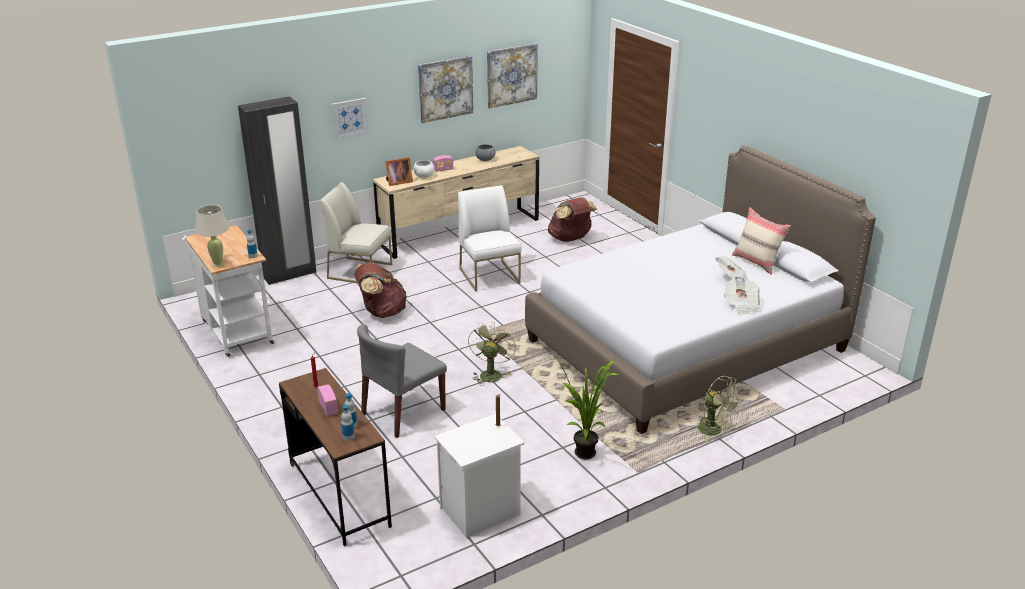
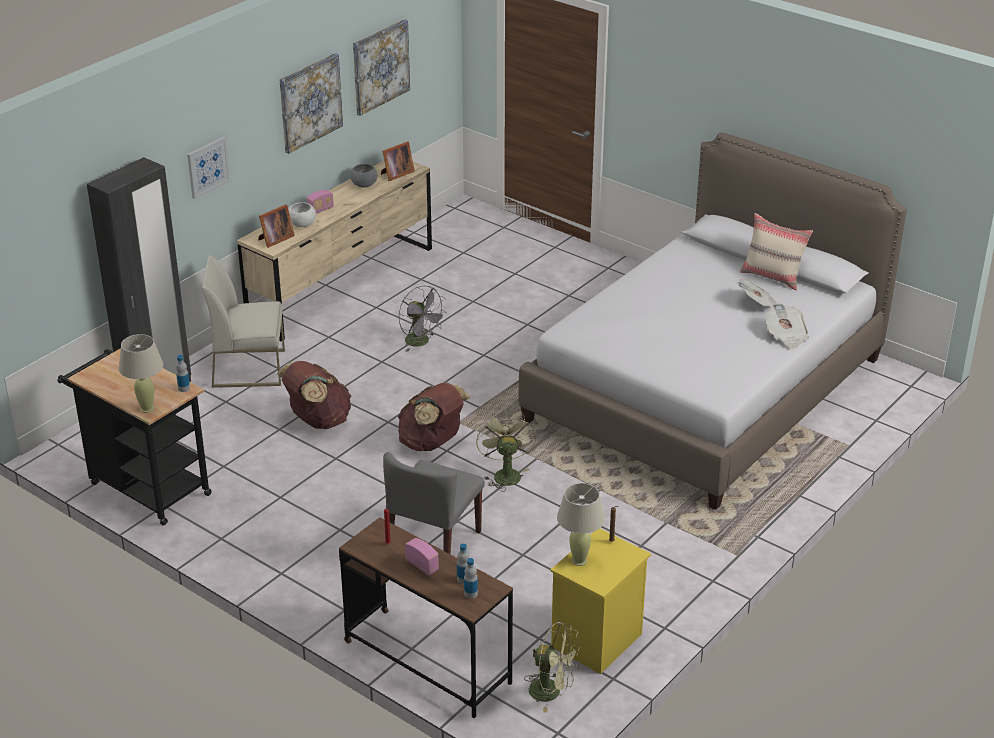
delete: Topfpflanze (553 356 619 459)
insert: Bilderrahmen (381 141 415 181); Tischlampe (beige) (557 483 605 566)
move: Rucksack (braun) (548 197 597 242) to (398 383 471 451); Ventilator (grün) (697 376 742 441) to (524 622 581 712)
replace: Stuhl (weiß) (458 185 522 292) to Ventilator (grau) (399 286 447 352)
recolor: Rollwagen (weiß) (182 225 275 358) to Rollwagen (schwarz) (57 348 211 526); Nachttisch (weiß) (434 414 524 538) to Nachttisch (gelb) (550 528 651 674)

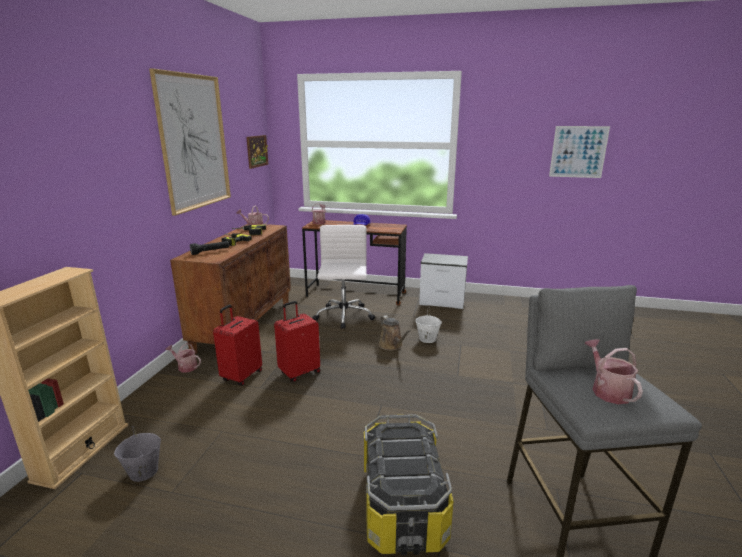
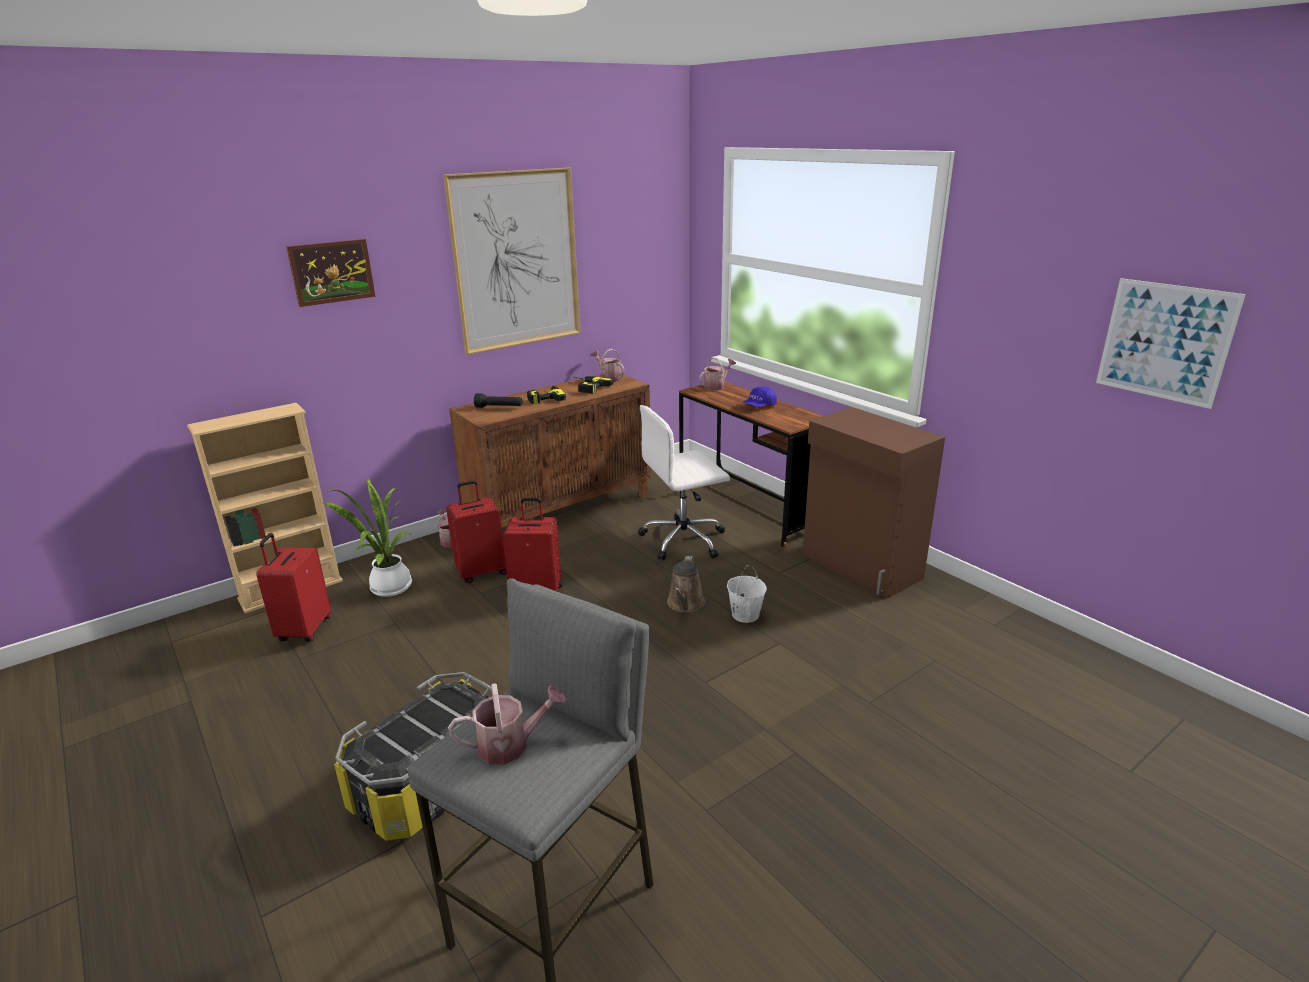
insert: Topfpflanze (322 478 412 597)
move: Bild (246 135 269 169) to (286 239 376 307)
replace: Eimer (grau) (114 426 161 482) to Koffer (rot) (256 533 331 642); Nachttisch (419 253 468 309) to Schrank (braun) (803 407 945 599)
rotate: Bürostuhl (weiß) (312 225 375 329) = (638 405 730 560) 150 degrees counterclockwise; Gießkanne (584 339 643 404) = (448 683 566 764) 45 degrees clockwise

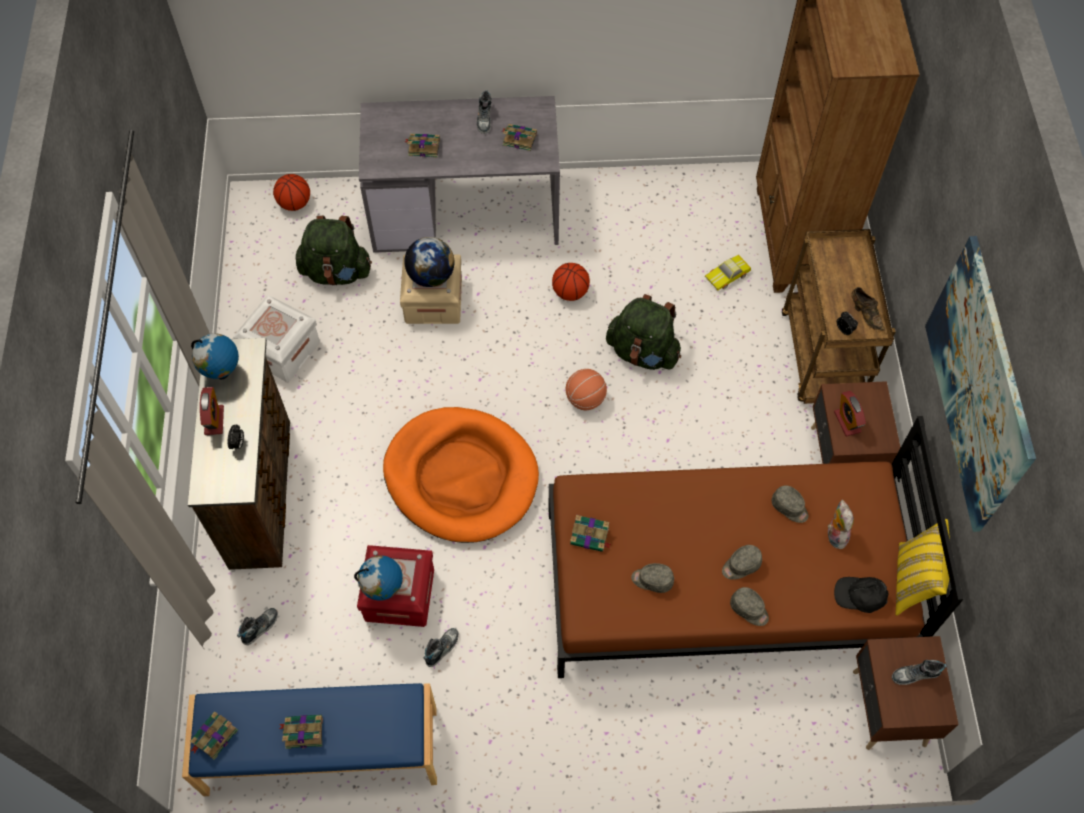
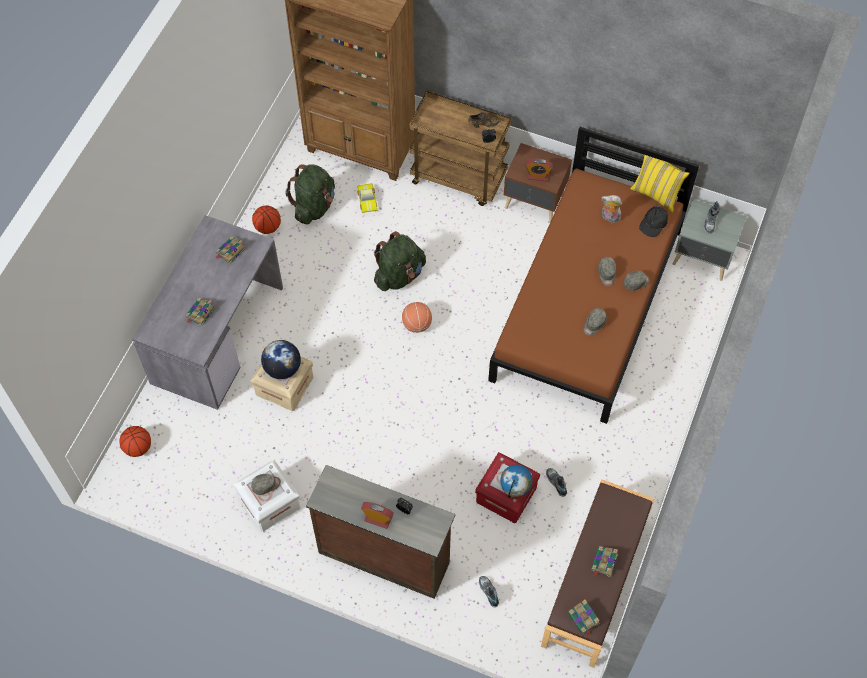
delete: Globus (191 334 239 380); Hundebett (orange) (383 407 539 543); Schuh (477 90 492 134); Buch (570 515 612 552); Bild (925 236 1036 532)
move: Rucksack (grün) (295 216 372 286) to (285 164 335 225); Basketball (552 263 590 301) to (252 205 281 234); Kappe (grau) (771 485 808 523) to (251 474 281 495)
recolor: Bank (blau) (182 683 437 796) to Bank (braun) (541 479 654 668); Nachttisch (braun) (853 636 959 750) to Nachttisch (grau) (673 199 747 281)

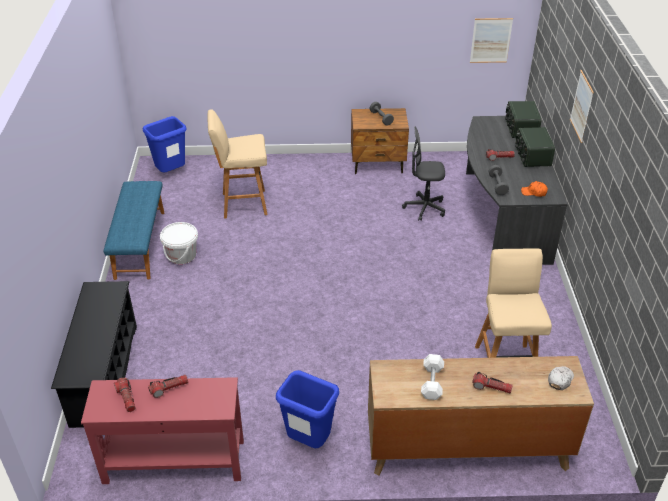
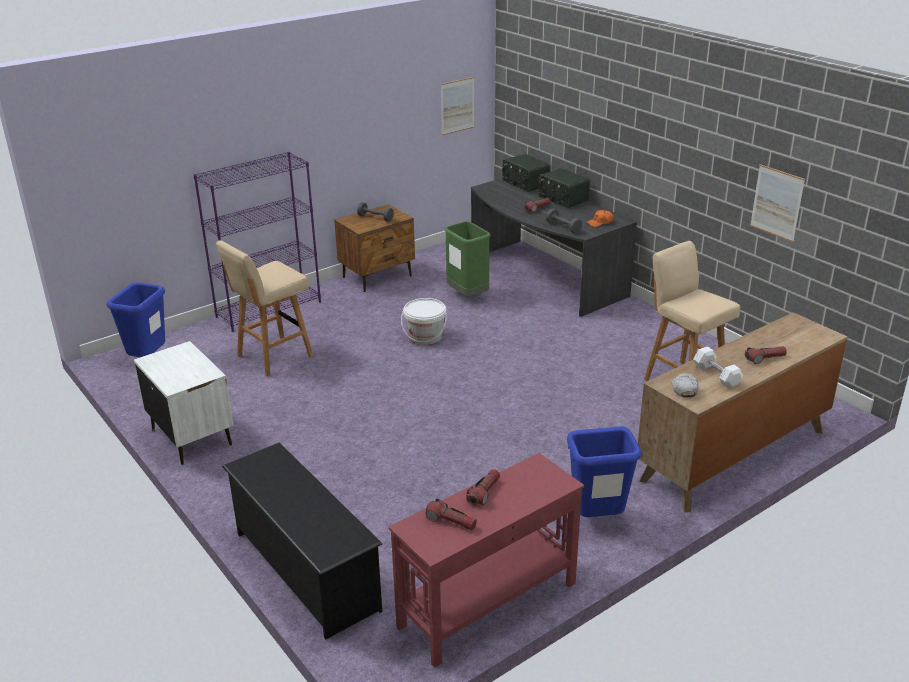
insert: Bücherregal (lila) (193 152 321 332)
move: Eimer (weiß) (160 222 198 264) to (401 298 447 345); Kappe (weiß) (548 366 574 390) to (671 373 699 398); Bild (570 70 594 143) to (750 164 805 242)
replace: Bank (blau) (103 181 164 280) to Nachttisch (weiß) (134 341 234 465); Bürostuhl (grau) (402 126 445 221) to Mülleimer (grün) (444 221 491 296)

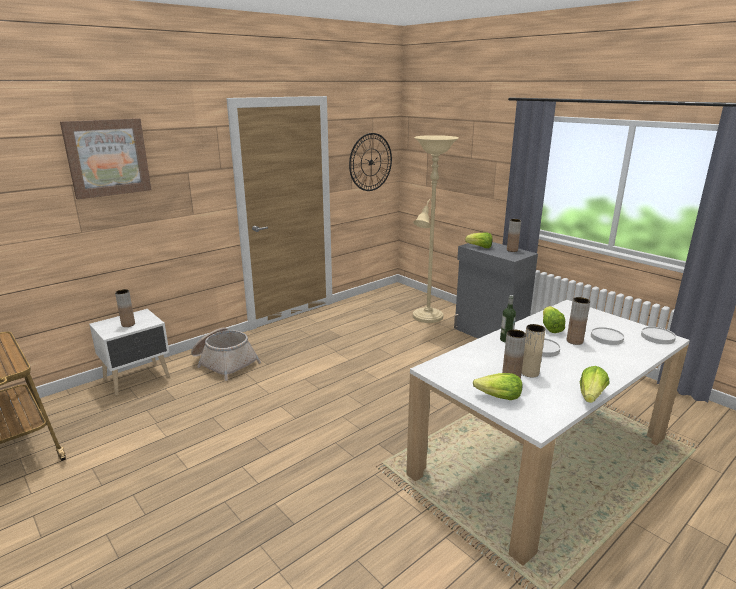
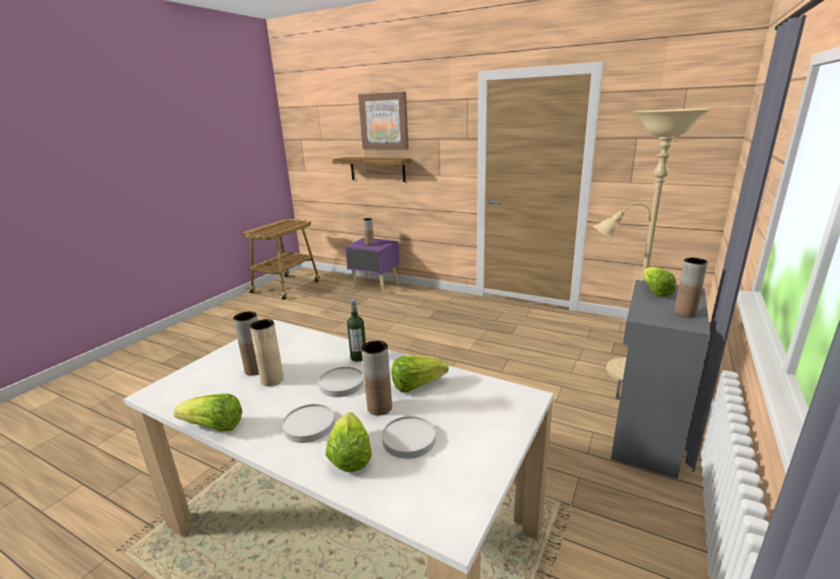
delete: Korb (191 327 261 381); Wanduhr (349 133 392 191)
insert: Wandregal (332 157 412 182)
move: Salatkopf (473 373 522 400) to (325 412 372 472); Teller (weiß) (641 327 676 344) to (282 404 335 443)
recolor: Nachttisch (weiß) (89 309 170 395) to Nachttisch (lila) (345 238 400 294)

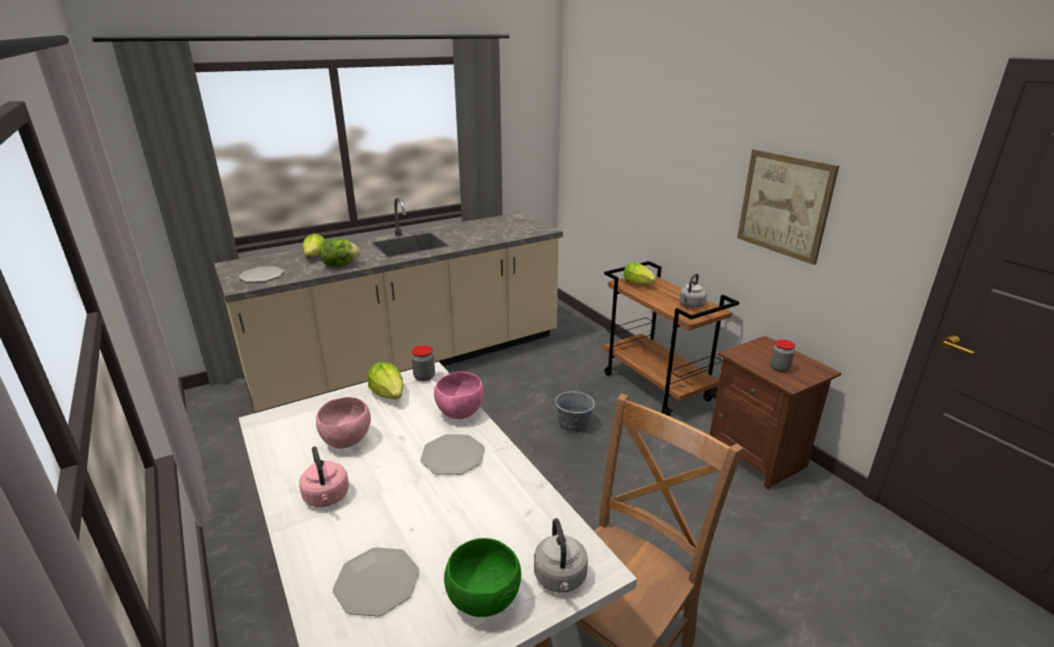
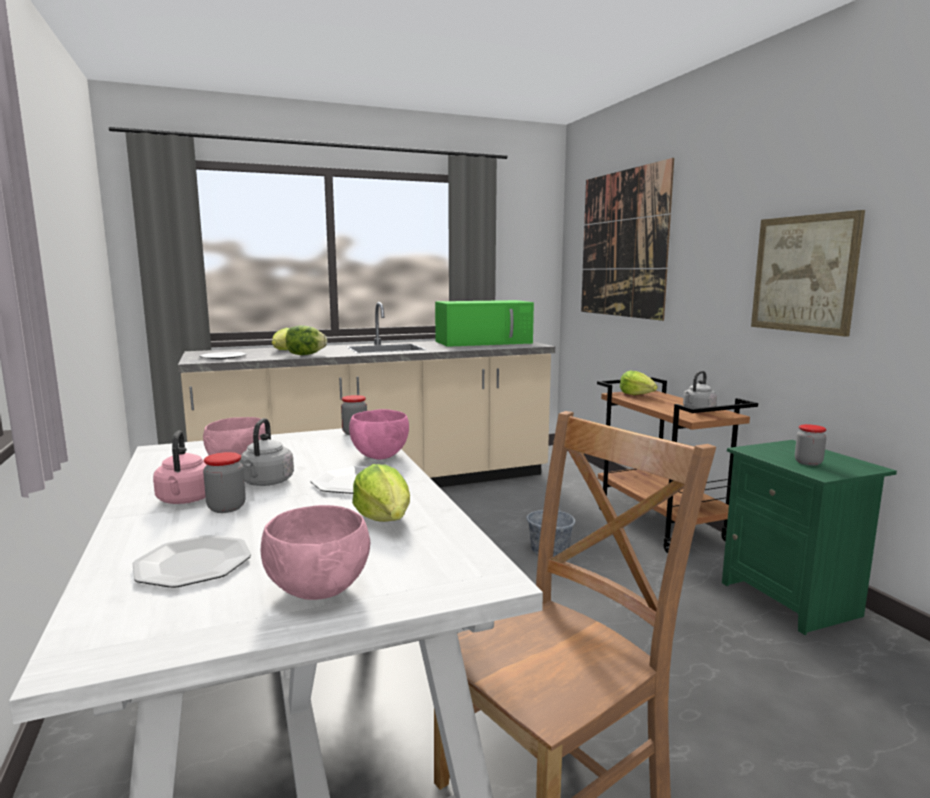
insert: Vorratsglas (203 452 246 513); Mikrowelle (grün) (435 300 534 347); Bild (581 158 674 321)
move: Salatkopf (368 362 404 399) to (352 464 410 522); Wasserkessel (grau) (534 518 588 593) to (239 418 294 486)
recolor: Schüssel (grün) (444 538 521 617) to Schüssel (rosa) (261 505 370 600); Nachttisch (braun) (710 336 841 490) to Nachttisch (grün) (722 440 897 635)

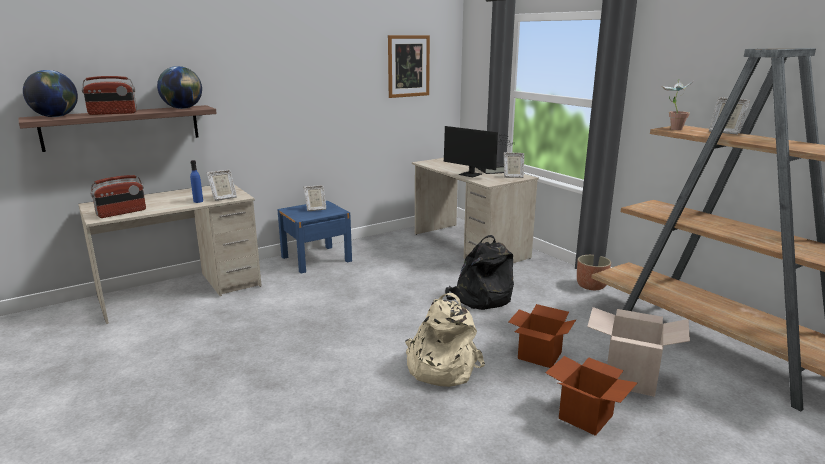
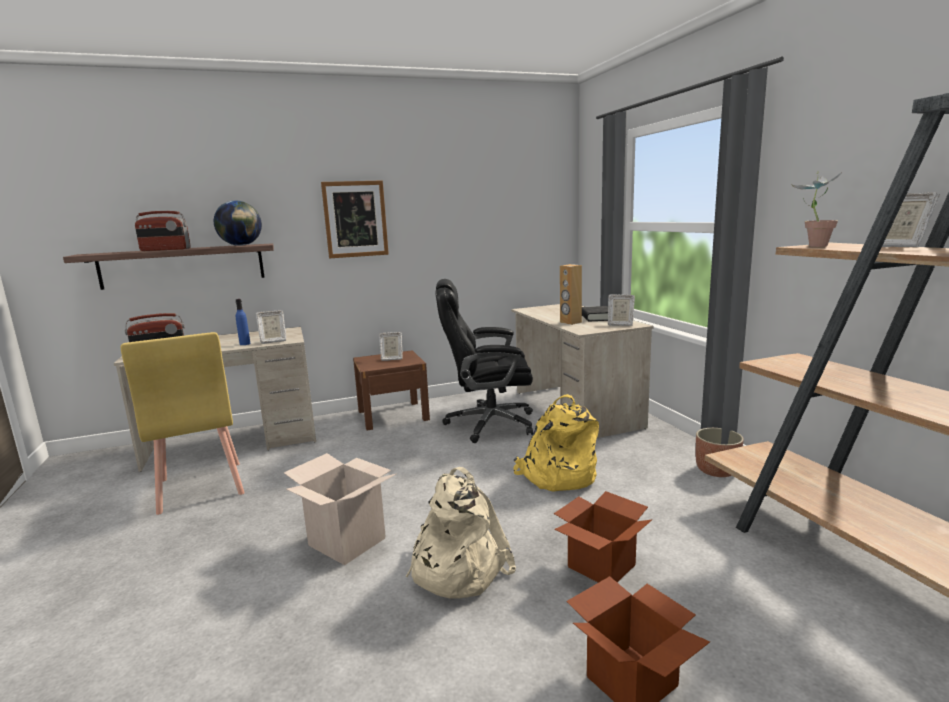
delete: Globus (23 70 78 117)
insert: Stuhl (gelb) (121 332 245 515); Bürostuhl (schwarz) (436 279 533 443)
move: Bild (388 35 430 98) to (321 180 389 259); Karton (587 307 690 397) to (284 453 397 565)
replace: Monitor (443 126 509 177) to Lautsprecher (braun) (560 264 582 325)
recolor: Nachttisch (blau) (277 201 352 274) to Nachttisch (braun) (353 350 430 431); Rucksack (schwarz) (445 235 514 310) to Rucksack (gelb) (513 394 599 492)

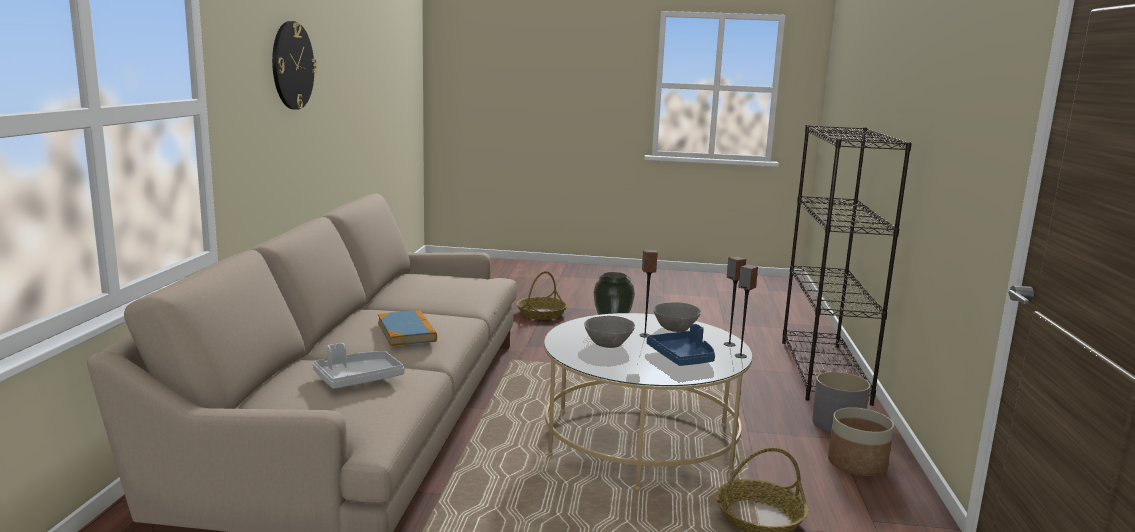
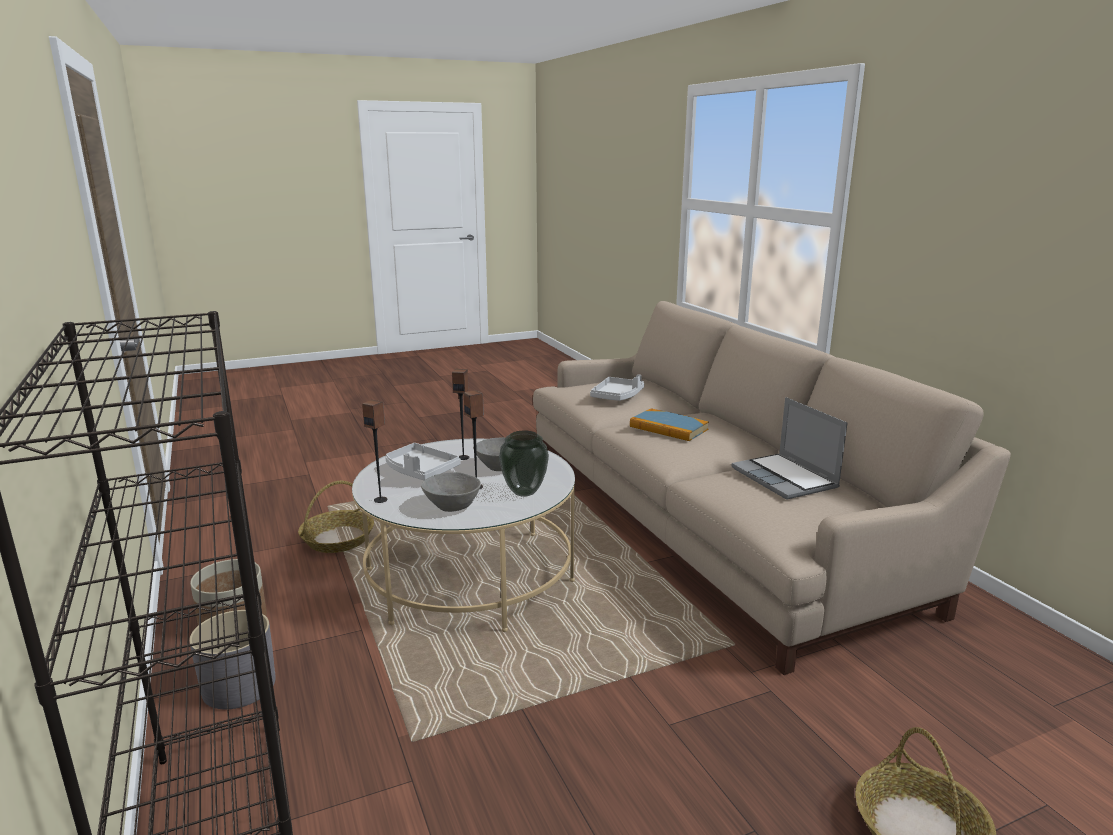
delete: Wanduhr (272 21 317 110)
insert: Laptop (732 397 847 500)
move: Lautsprecher (735 265 758 358) to (452 369 469 460)
recolor: Tablett (blau) (647 324 715 366) to Tablett (grau) (385 443 460 480)

